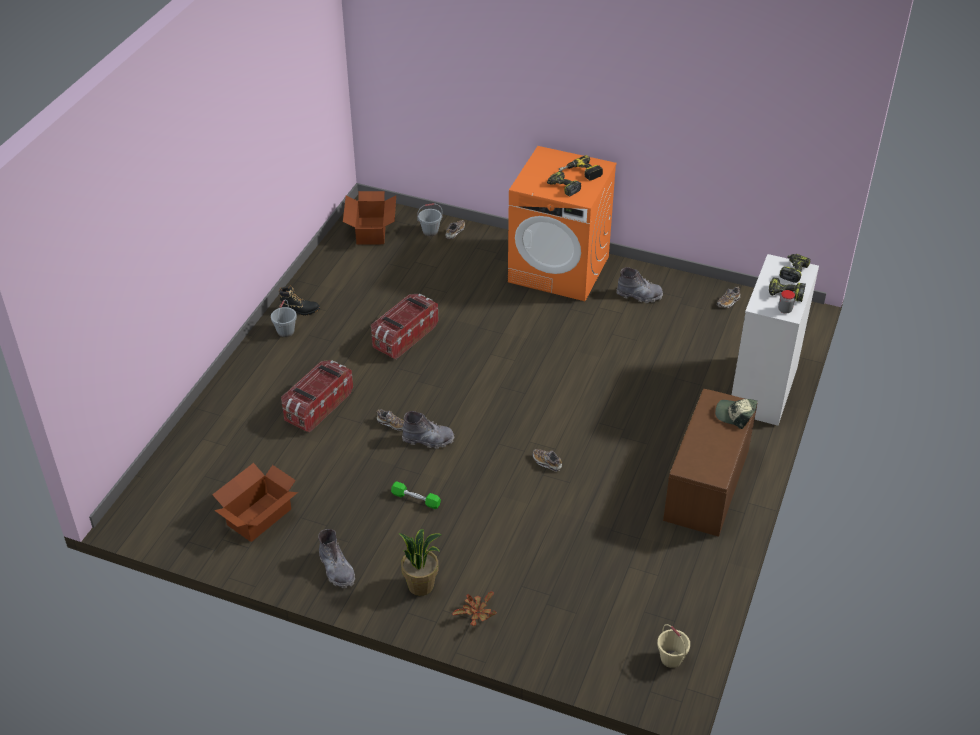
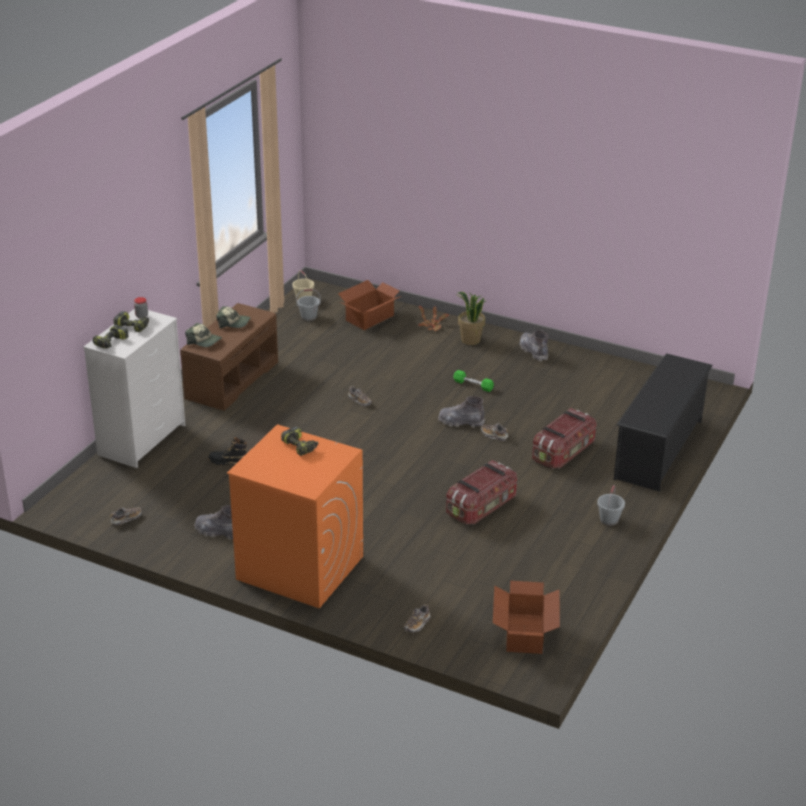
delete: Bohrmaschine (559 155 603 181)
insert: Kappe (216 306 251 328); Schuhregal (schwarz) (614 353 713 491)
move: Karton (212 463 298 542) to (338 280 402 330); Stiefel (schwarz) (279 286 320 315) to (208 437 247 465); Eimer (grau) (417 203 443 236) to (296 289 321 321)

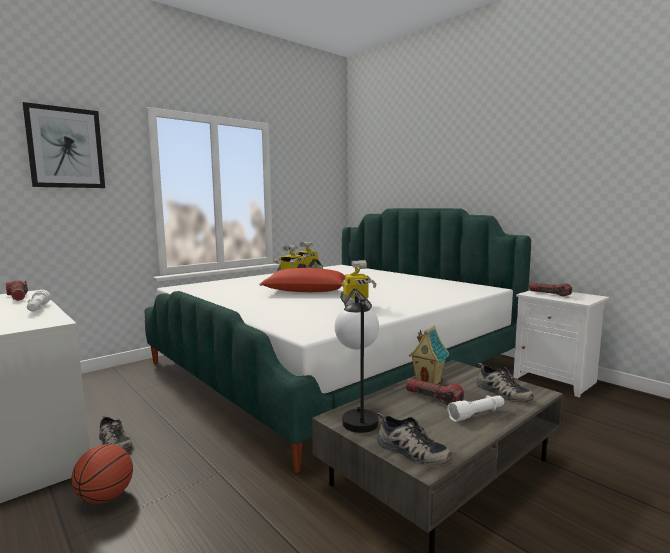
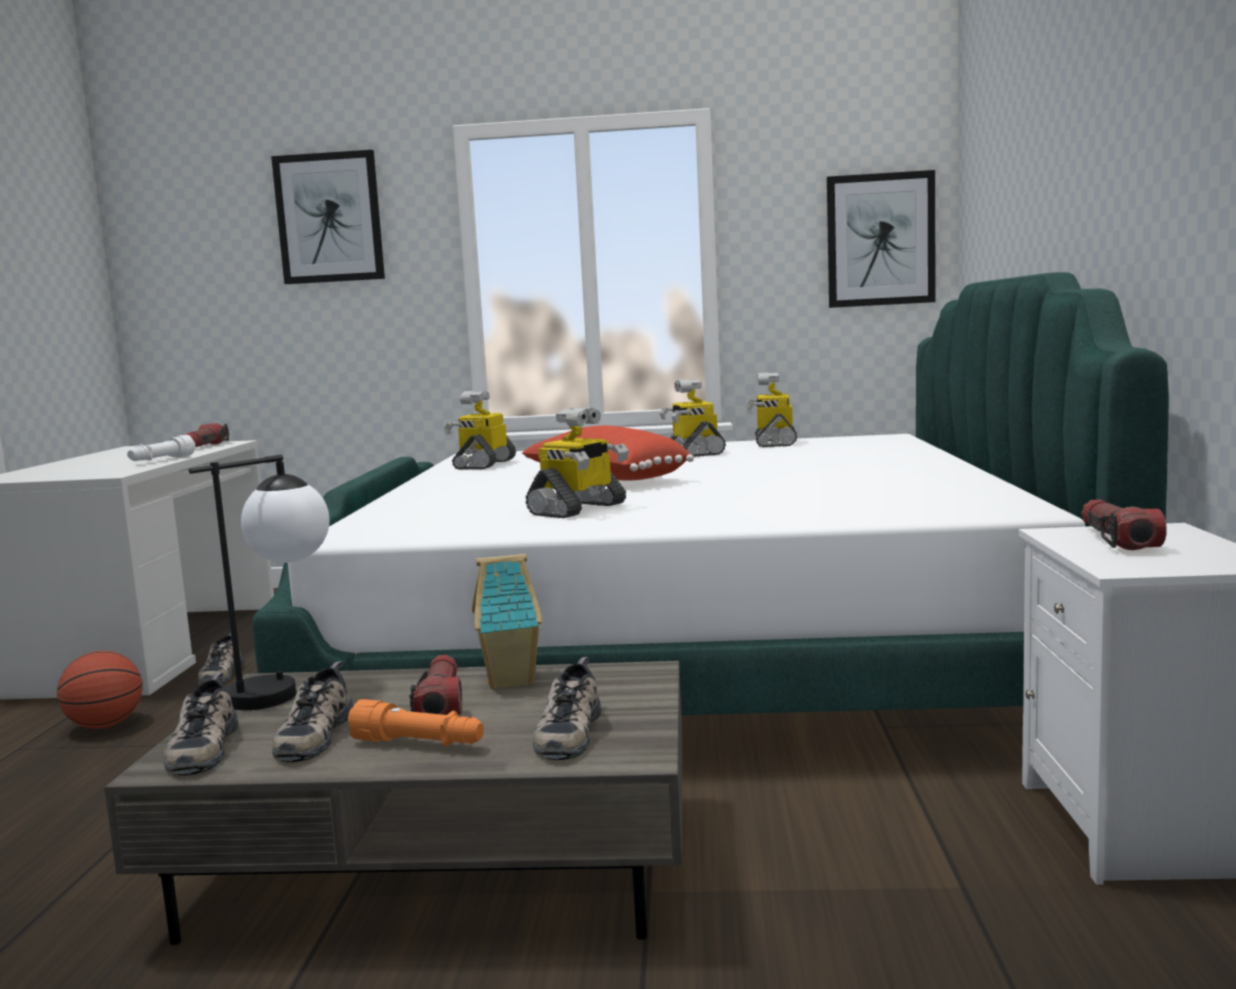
insert: Schuh (272 662 353 762); Spielzeugroboter (444 391 516 470); Bild (827 170 936 308)
recolor: Taschenlampe (weiß) (447 395 505 422) to Taschenlampe (orange) (348 699 484 746)

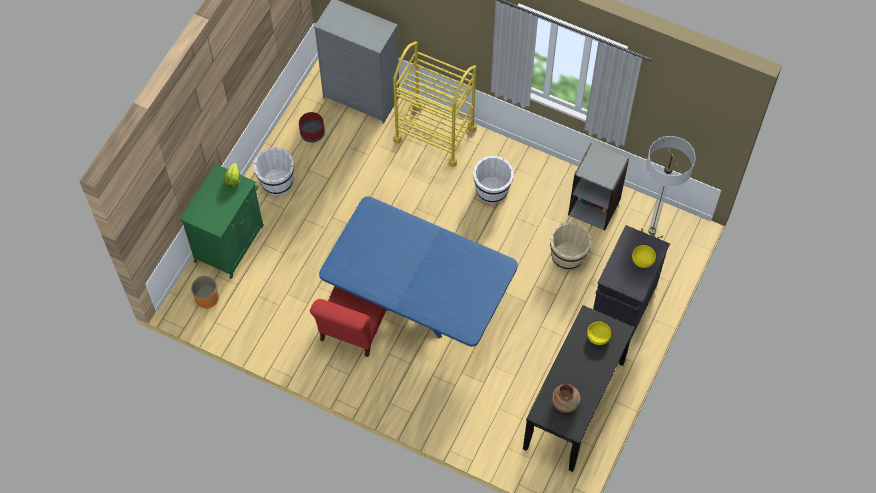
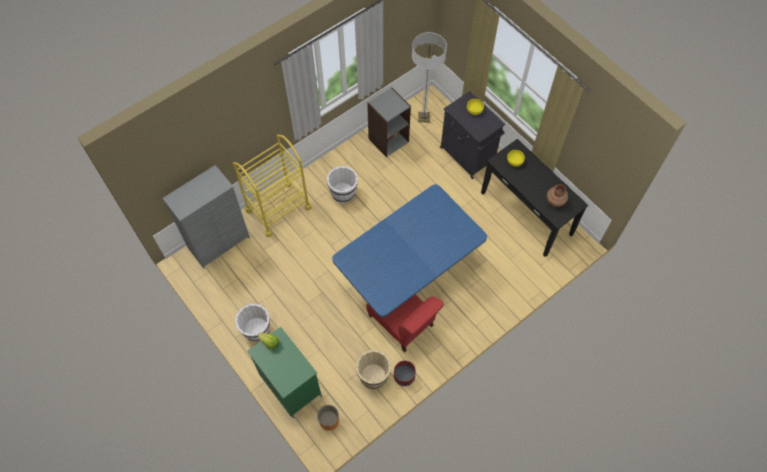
move: Pflanzkübel (rot) (299 112 325 143) to (394 361 416 386); Eimer (beige) (550 222 592 271) to (356 350 391 389)

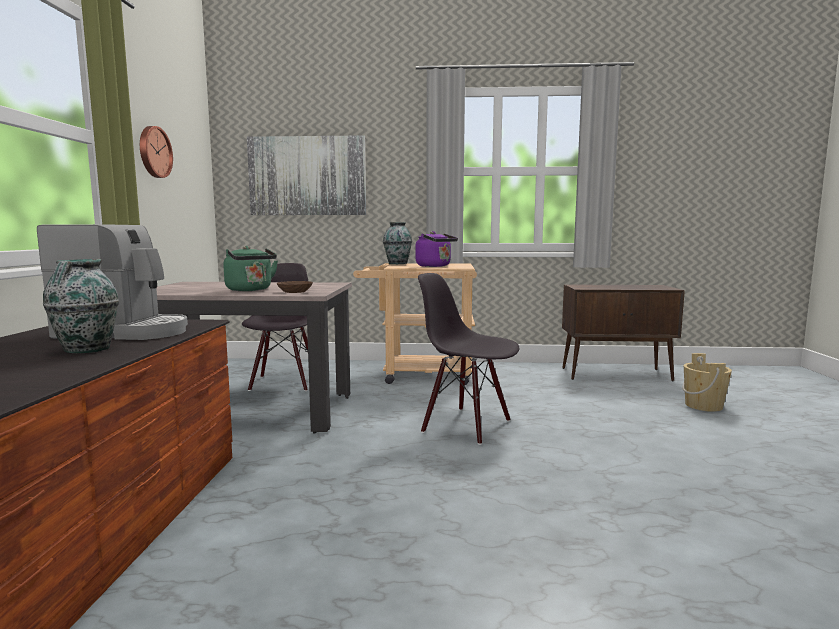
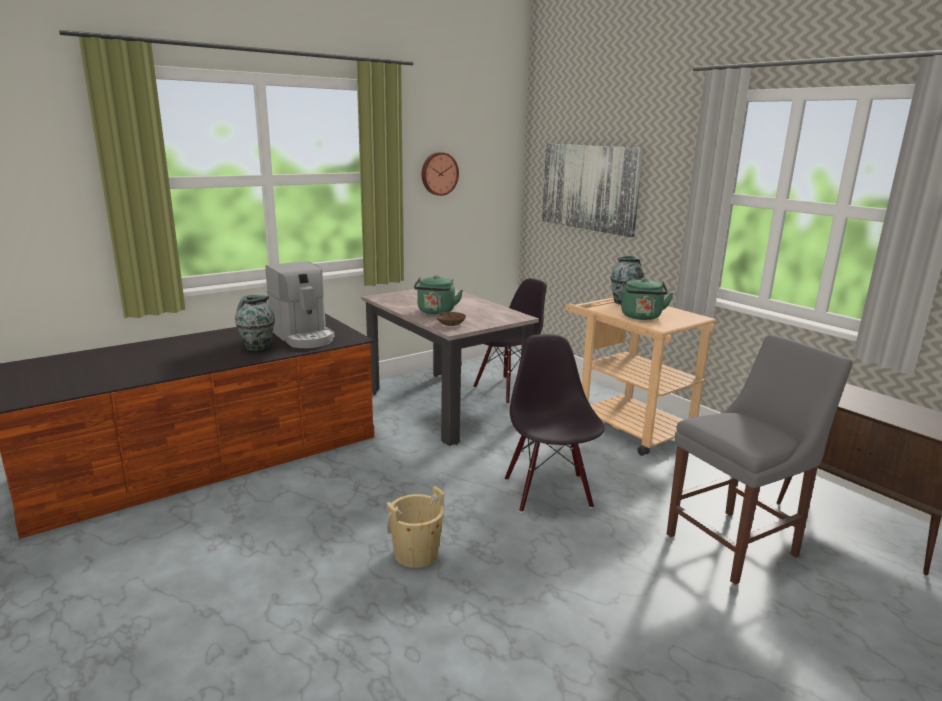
insert: Stuhl (grau) (667 334 853 585)
move: Eimer (beige) (682 353 732 412) to (386 486 445 568)
recolor: Wasserkessel (lila) (415 231 458 267) to Wasserkessel (grün) (621 278 674 320)

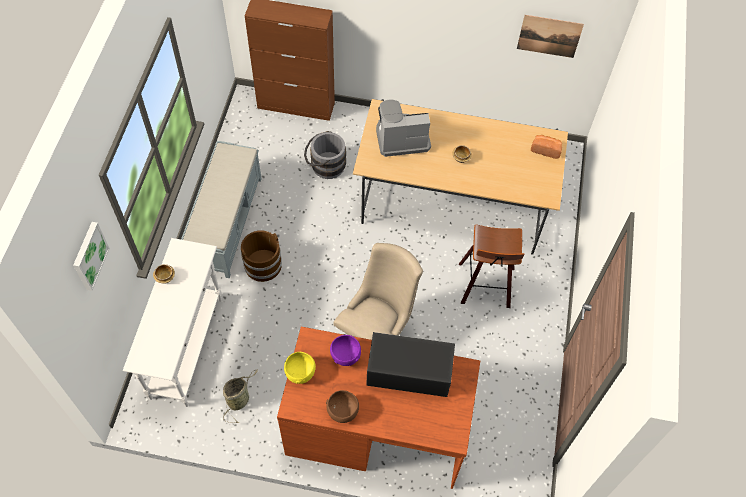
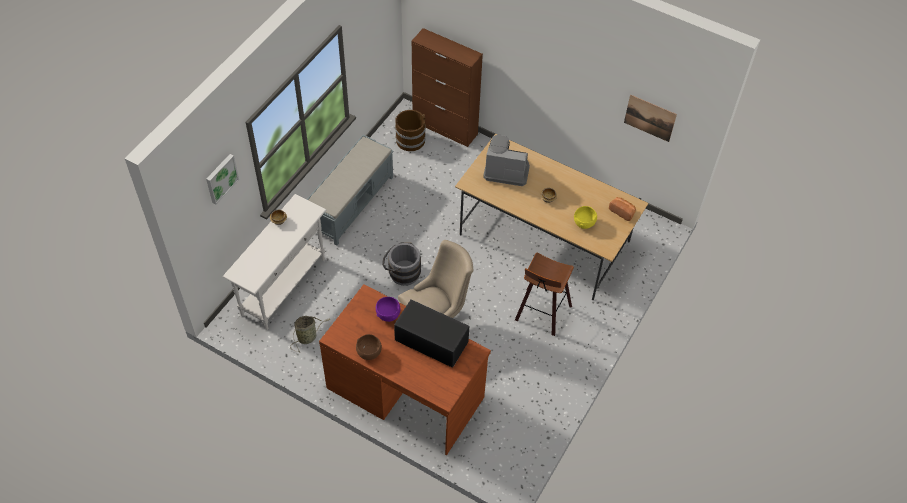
move: Eimer (braun) (241 230 282 282) to (395 110 426 151); Schüssel (gelb) (284 352 316 384) to (574 206 597 229); Eimer (grau) (304 131 346 179) to (382 242 421 286)

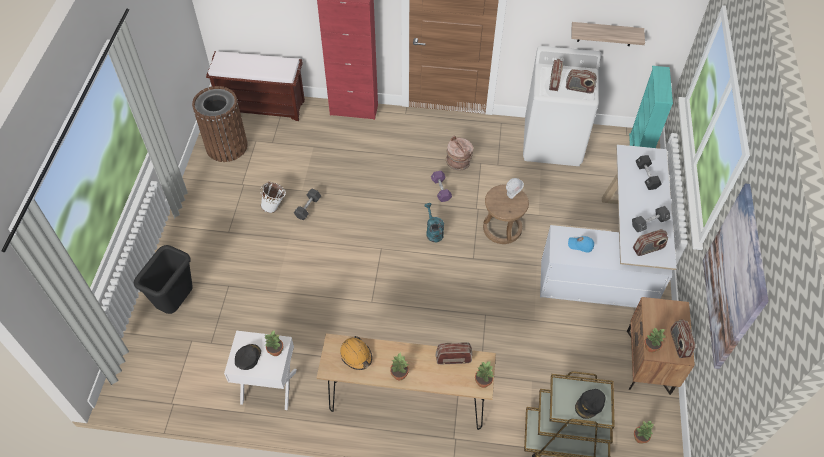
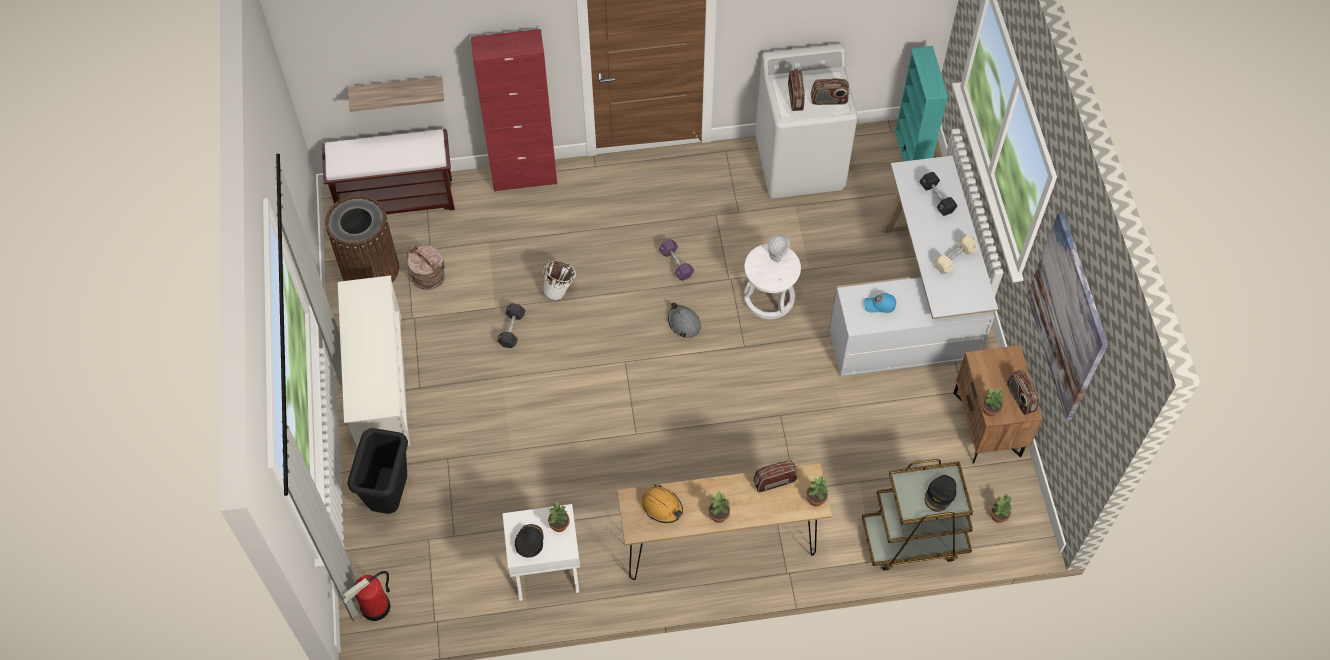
delete: Radio (633 229 668 256)
insert: Schuhregal (weiß) (338 275 410 448); Feuerlöscher (344 571 390 621)
move: Eimer (weiß) (260 181 286 213) to (543 260 576 301); Eimer (braun) (446 135 473 170) to (408 245 445 290); Wandregal (571 22 645 46) to (348 76 444 112)
replace: Gießkanne (türkis) (424 203 444 242) to Schutzhelm (grau) (668 302 701 338)
recolor: Hocker (braun) (483 184 529 244) to Hocker (weiß) (744 244 801 319); Hantel (schwarz) (632 206 670 232) to Hantel (beige) (934 235 978 274)

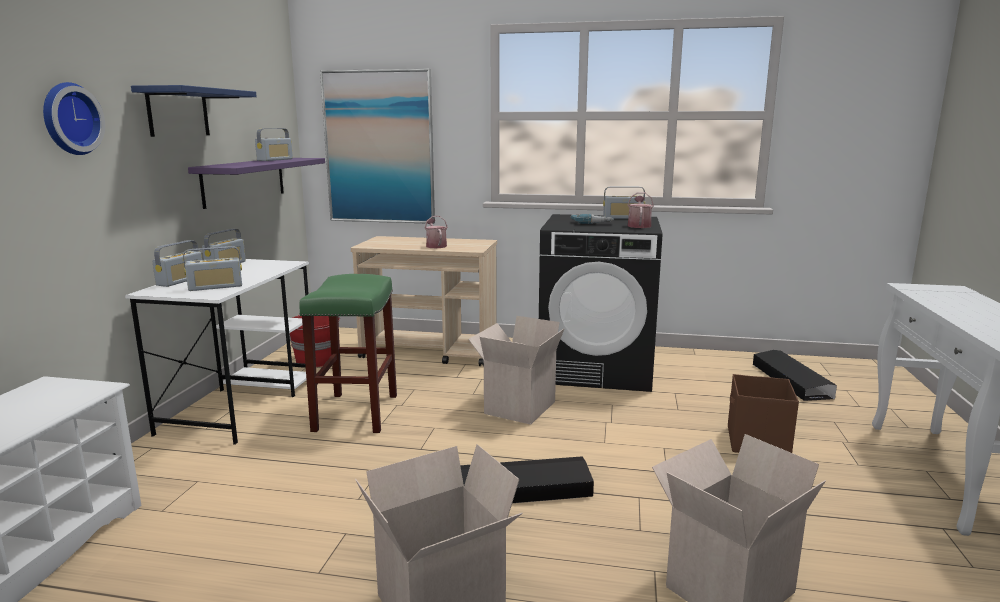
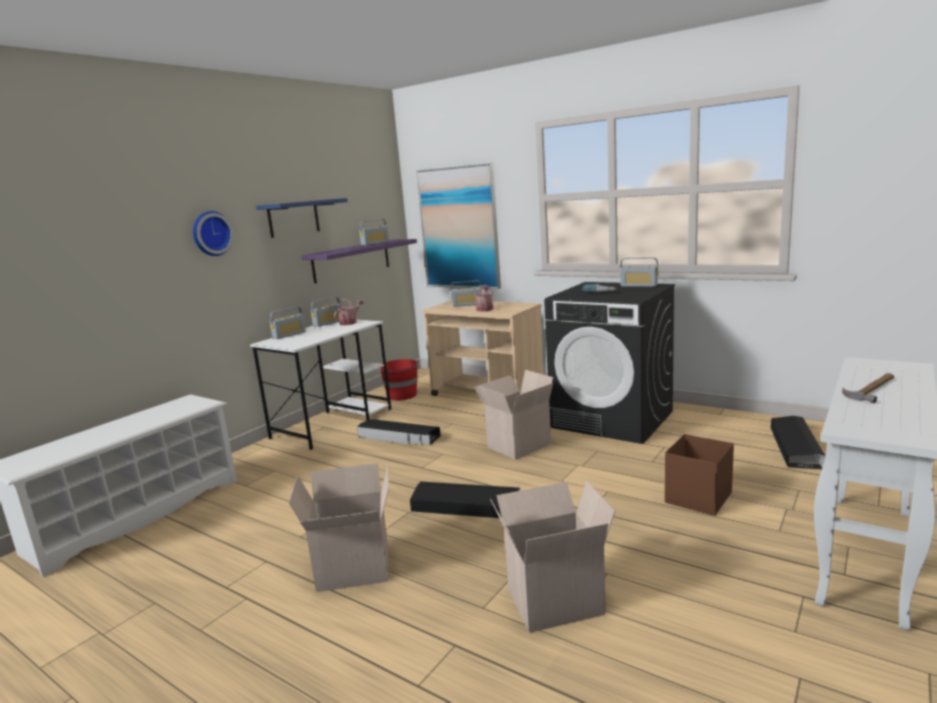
insert: Hammer (842 373 894 403)
move: Radio (183 246 242 291) to (451 280 482 307); Gießkanne (627 192 654 228) to (334 299 364 325)
replace: Hocker (grün) (299 274 397 433) to Aufbewahrungsbox (schwarz) (357 419 441 445)

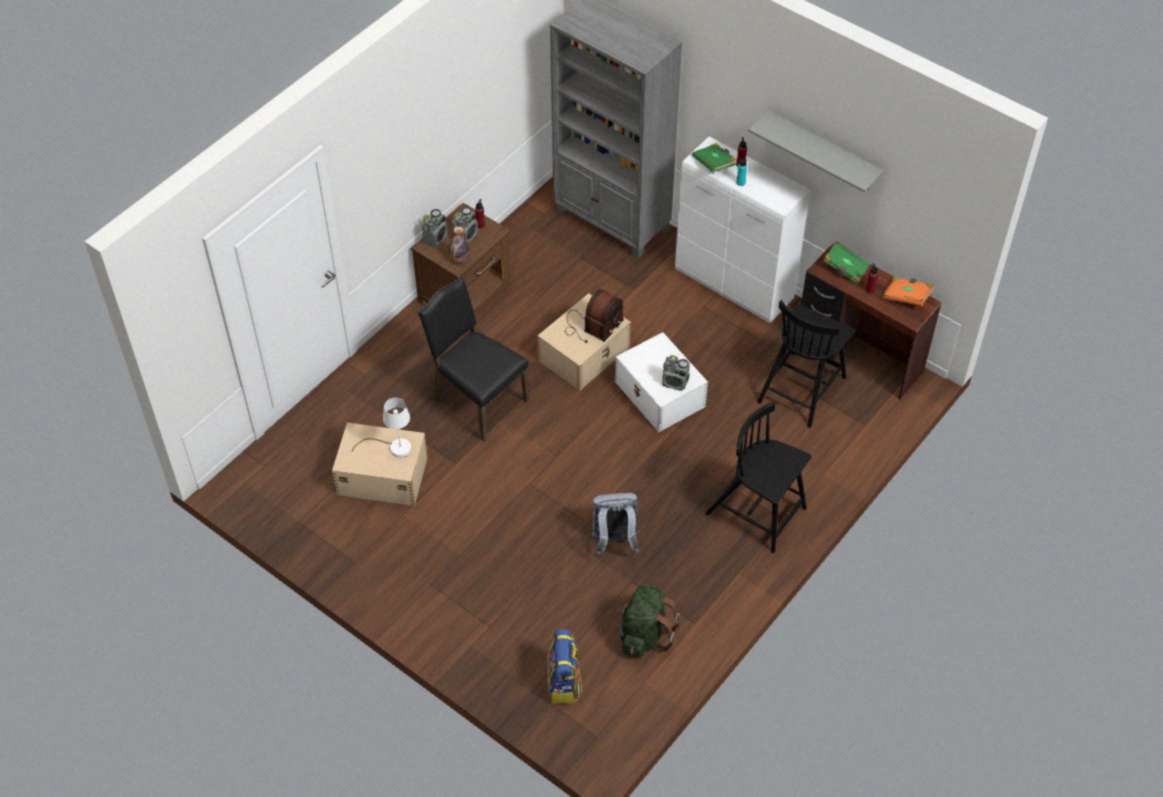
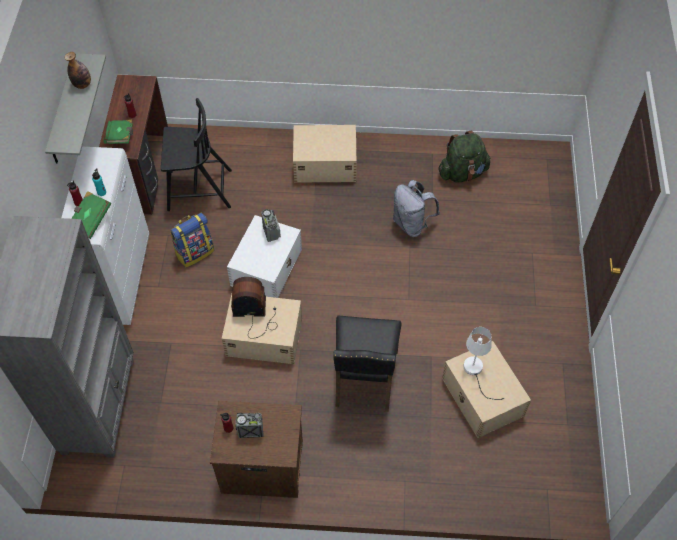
delete: Radio (422 209 448 247); Buch (orange) (883 277 933 306)
move: Flasche (449 227 470 263) to (64 52 91 89); Rucksack (547 629 582 704) to (170 213 214 267)
replace: Stuhl (schwarz) (705 402 812 553) to Aufbewahrungsbox (beige) (293 125 357 183)

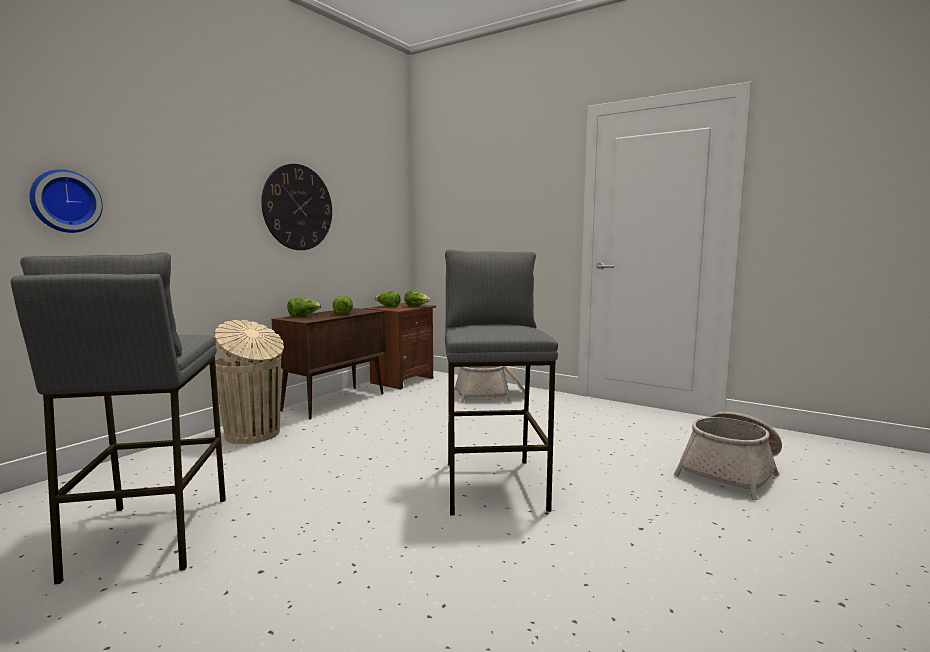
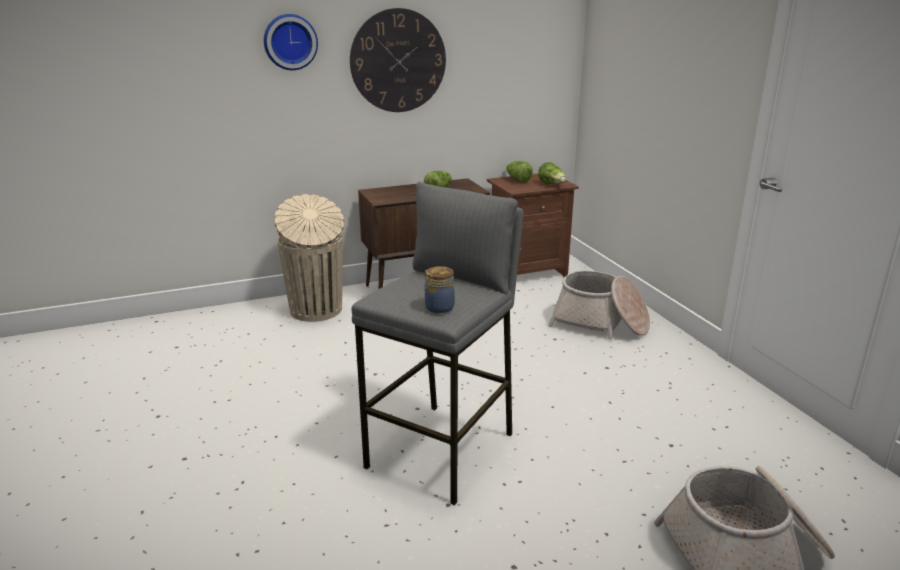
delete: Hocker (grau) (11 252 226 585); Salatkopf (287 298 321 317)
insert: Vorratsglas (424 266 455 313)
move: Wanduhr (29 169 103 233) to (264 14 318 70)

